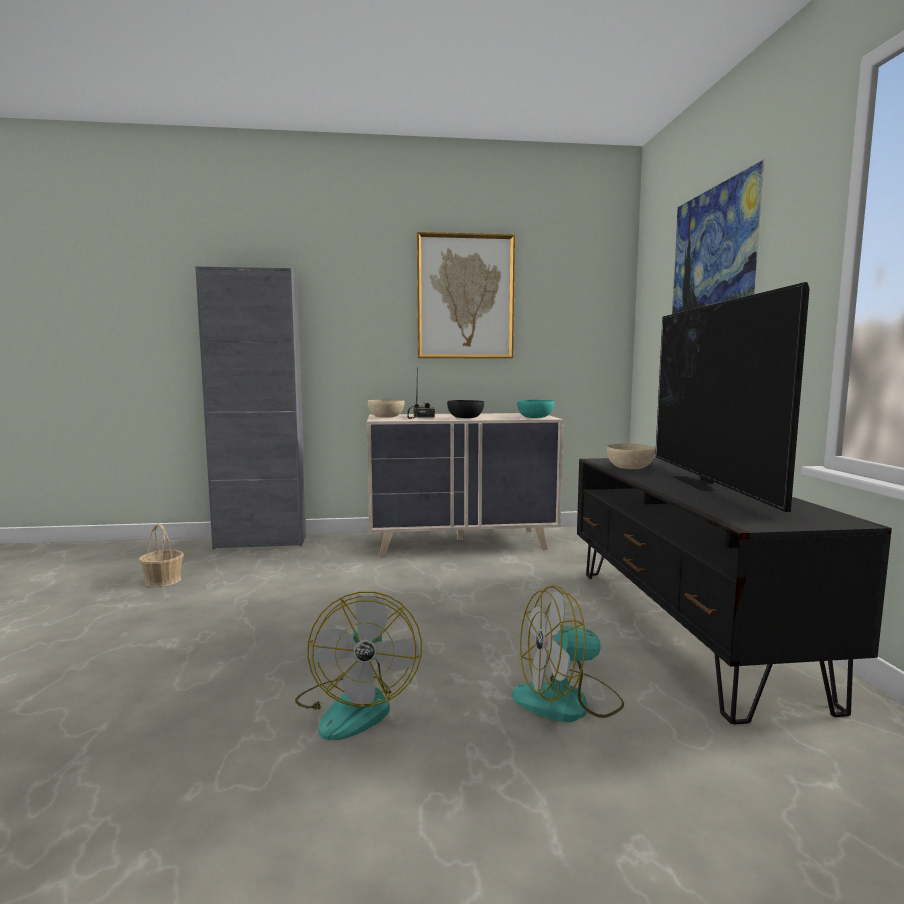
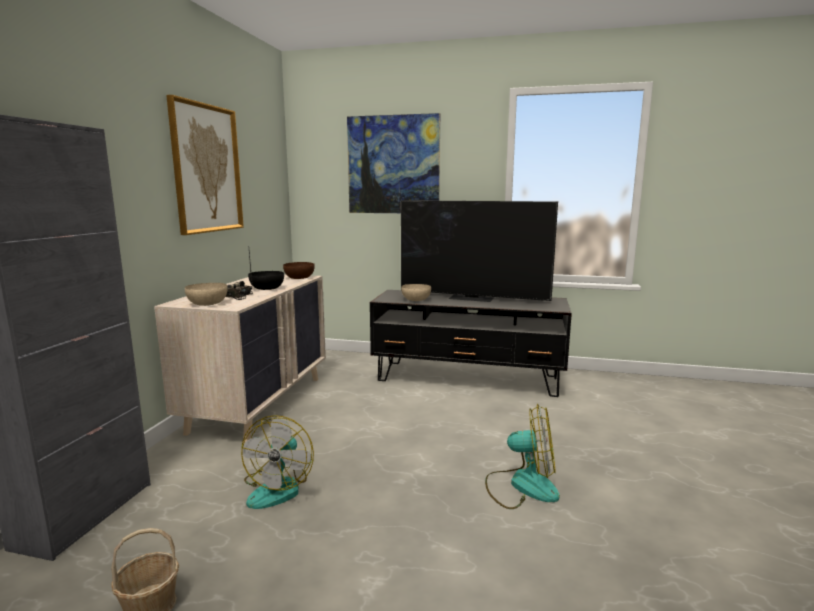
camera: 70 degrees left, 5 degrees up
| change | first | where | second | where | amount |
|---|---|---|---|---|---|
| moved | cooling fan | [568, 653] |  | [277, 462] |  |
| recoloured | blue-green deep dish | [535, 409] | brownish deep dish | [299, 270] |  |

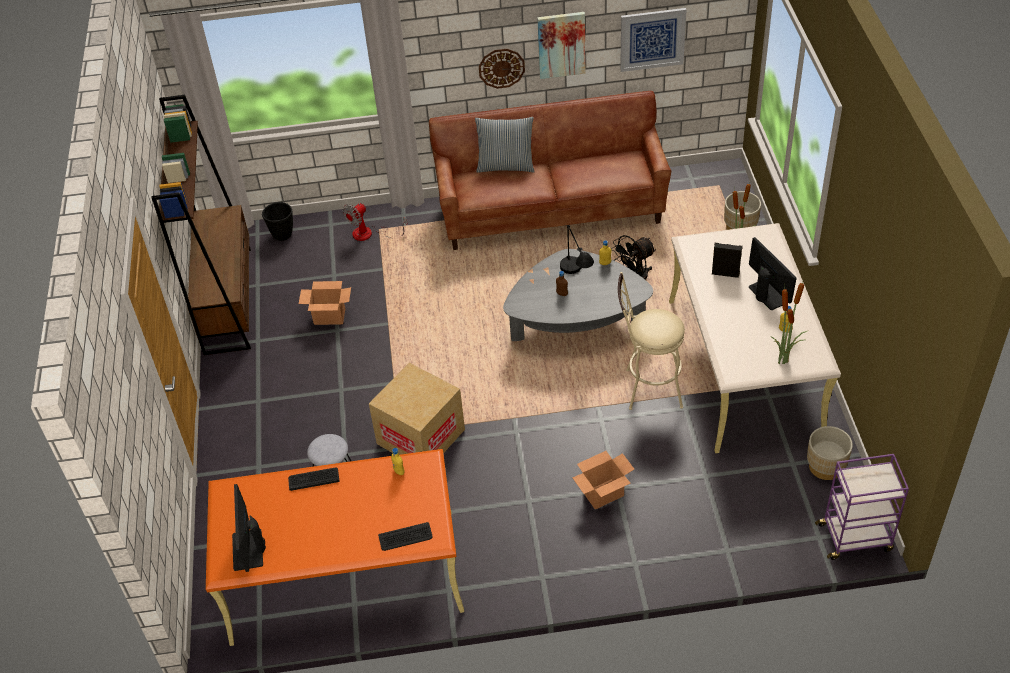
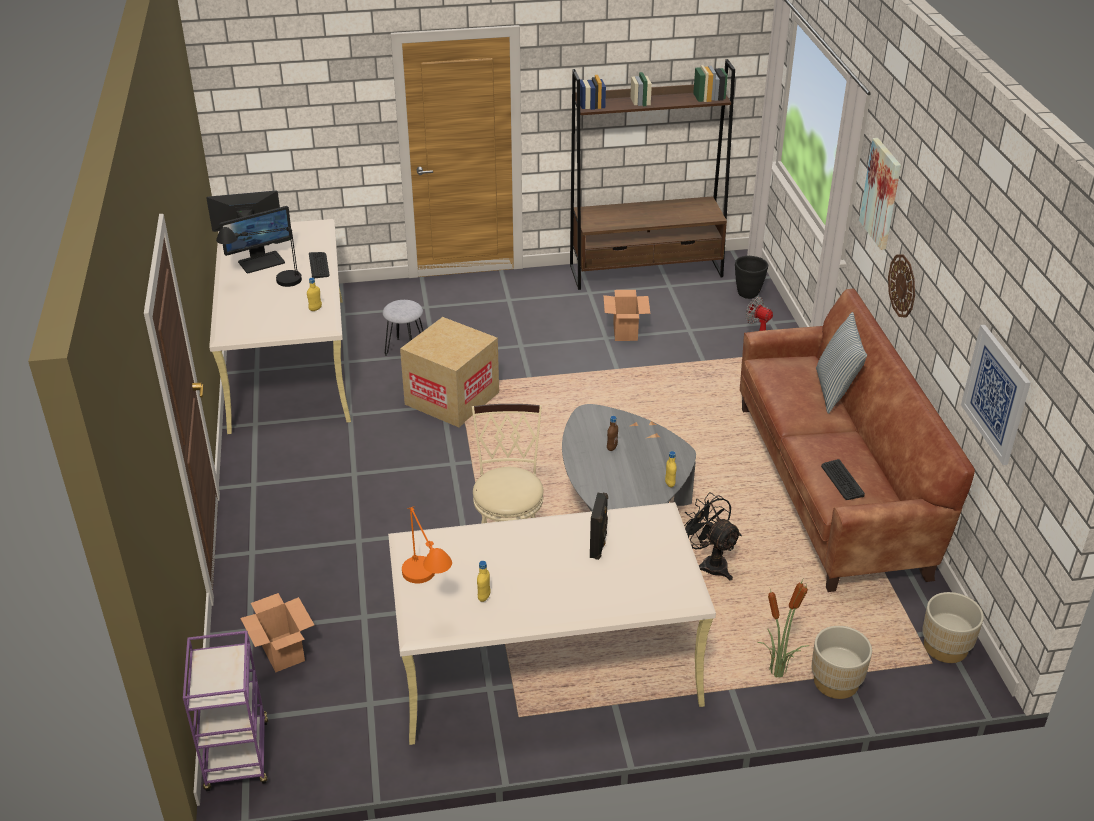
camera: 85 degrees right, 10 degrees down
| change | first | where | second | where | amount |
|---|---|---|---|---|---|
| recoloured | orange-coloured desk unit | [335, 547] | beige-coloured desk unit | [280, 326] |  |
| moved | keyboard | [405, 536] |  | [843, 479] |  |
| moved | wall picture | [561, 45] |  | [880, 194] |  |
| moved | black tabletop lamp | [577, 249] |  | [259, 257] |  |
| moved | packing box | [603, 480] |  | [277, 632] |  |
| moved | monitor | [773, 273] |  | [255, 239] |  |
| replaced | potted plant | [788, 321] | orange-coloured tabletop lamp | [427, 545] |  |
| moved | beige-coloured planter | [830, 453] |  | [953, 627] |  |

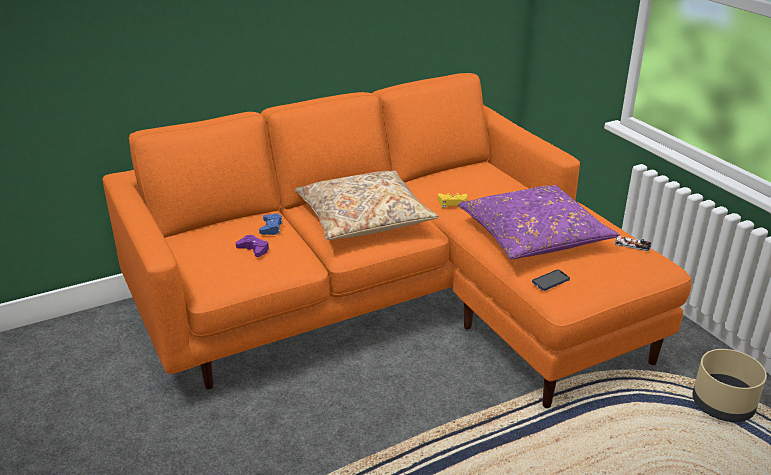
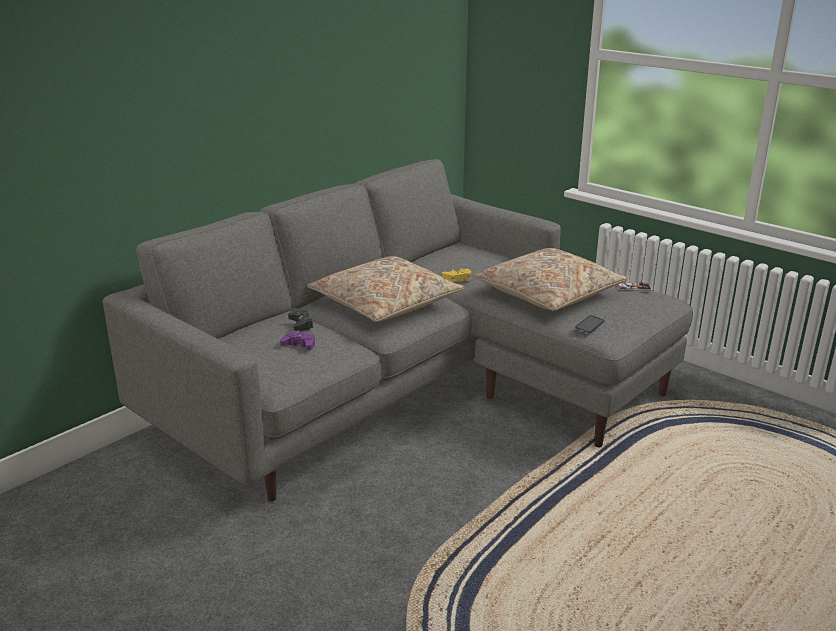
camera: 20 degrees left, 5 degrees down
| change | first | where | second | where | amount |
|---|---|---|---|---|---|
| recoloured | orange-coloured sofa | [397, 240] | greyish sofa | [398, 330] |  |
| recoloured | blue gamepad | [271, 224] | black gamepad | [301, 320] |  |
| recoloured | purple-coloured throw pillow | [539, 222] | beige-coloured throw pillow | [550, 279] |  |
| removed | beige-coloured planter | [729, 385] |  |  |  |

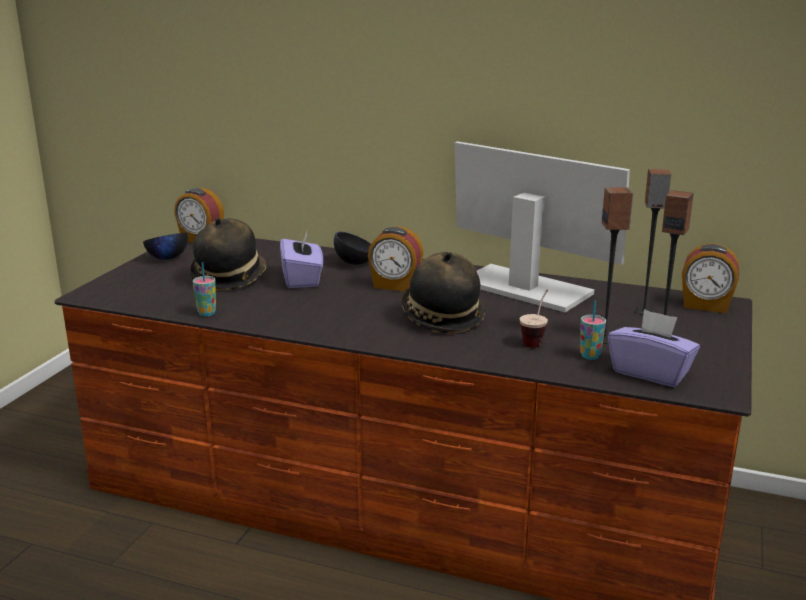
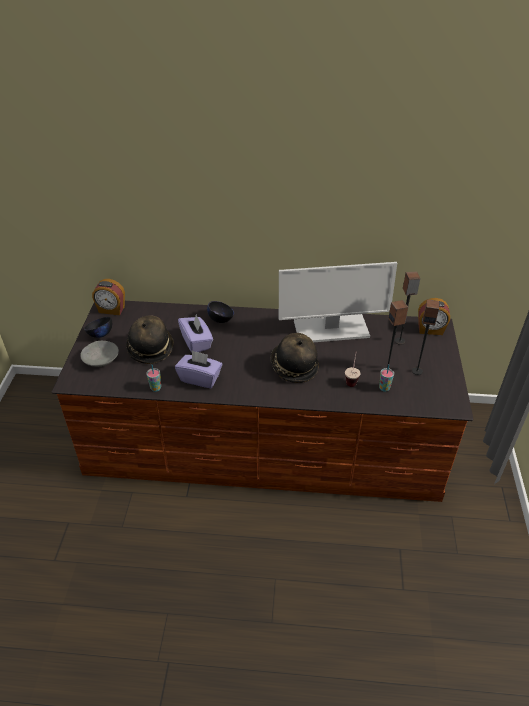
camera: 15 degrees left, 20 degrees up
| change | first | where | second | where | amount |
|---|---|---|---|---|---|
| removed | table clock | [396, 259] |  |  |  |
| turned | monitor | [542, 226] |  | [338, 302] | 150 degrees clockwise |
| moved | purple-coloured tissue box | [654, 348] |  | [198, 369] |  |
| added |  |  | greyish deep dish | [99, 354] |  |

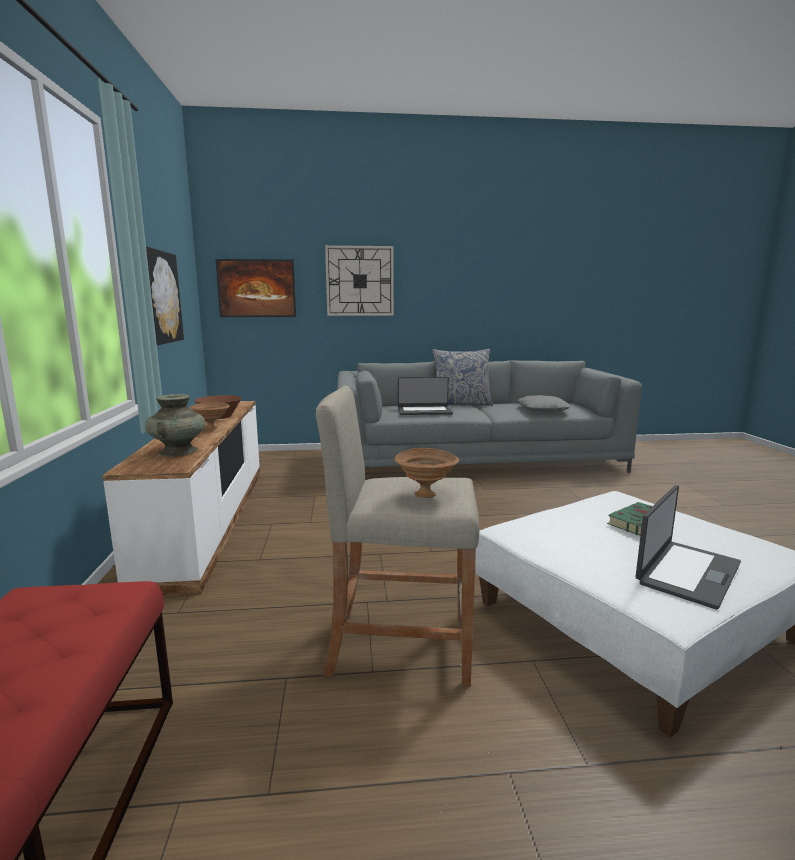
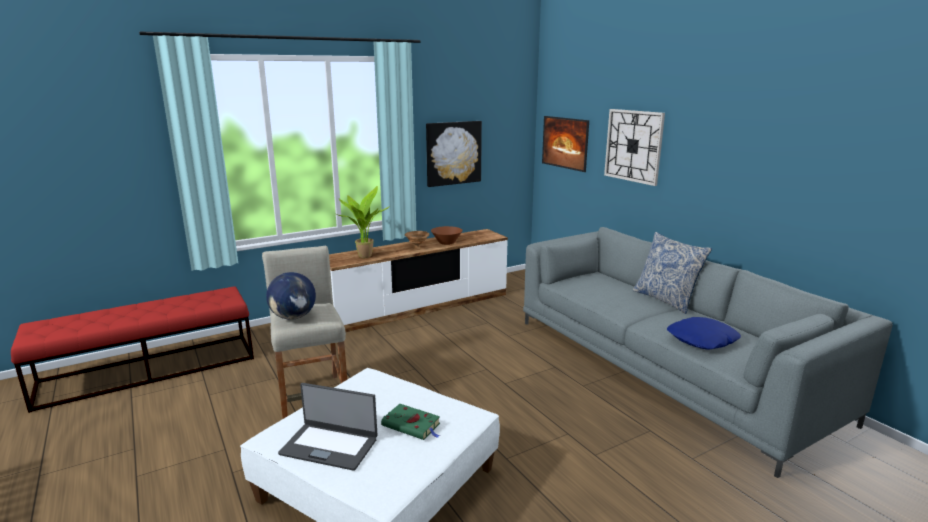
camera: 65 degrees right, 5 degrees up
| change | first | where | second | where | amount |
|---|---|---|---|---|---|
| replaced | blue-green vase | [175, 425] | potted plant | [363, 222] |  |
| replaced | brownish deep dish | [427, 473] | world globe | [291, 296] |  |
| removed | laptop | [425, 396] |  |  |  |
| recoloured | greyish throw pillow | [543, 403] | blue throw pillow | [704, 333] |  |

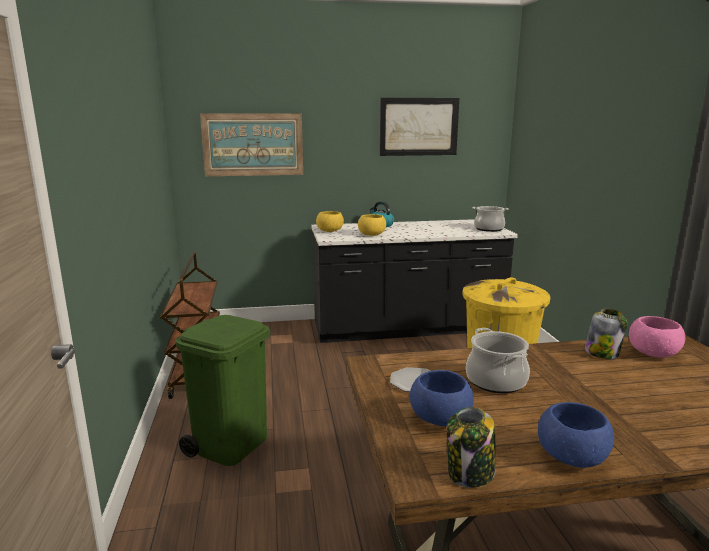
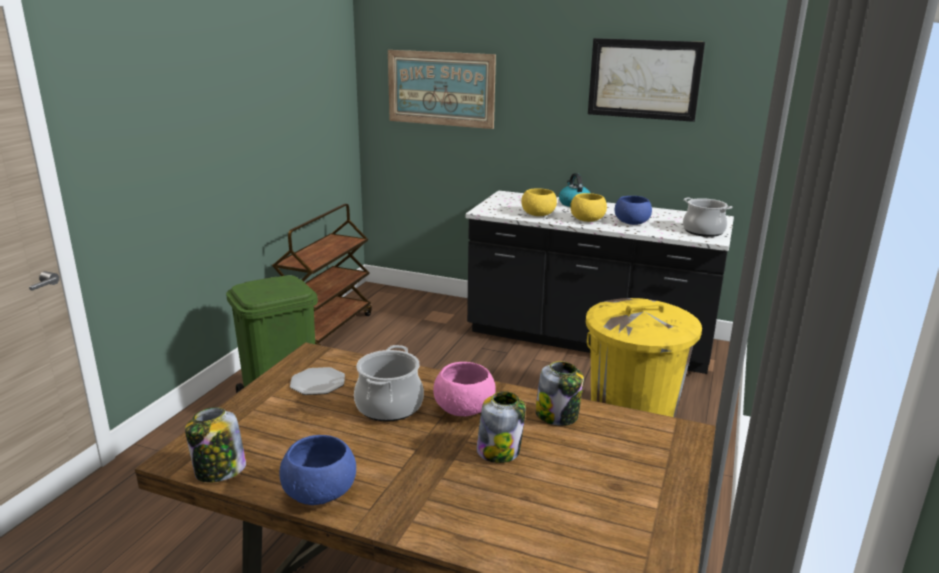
camera: 30 degrees right, 5 degrees up
| change | first | where | second | where | amount |
|---|---|---|---|---|---|
| moved | yellowish deep dish | [330, 221] |  | [588, 207] |  |
| moved | blue deep dish | [441, 398] |  | [633, 210] |  |
| moved | pinkish deep dish | [657, 337] |  | [464, 389] |  |
| added |  |  | preserve jar | [501, 427] |  |

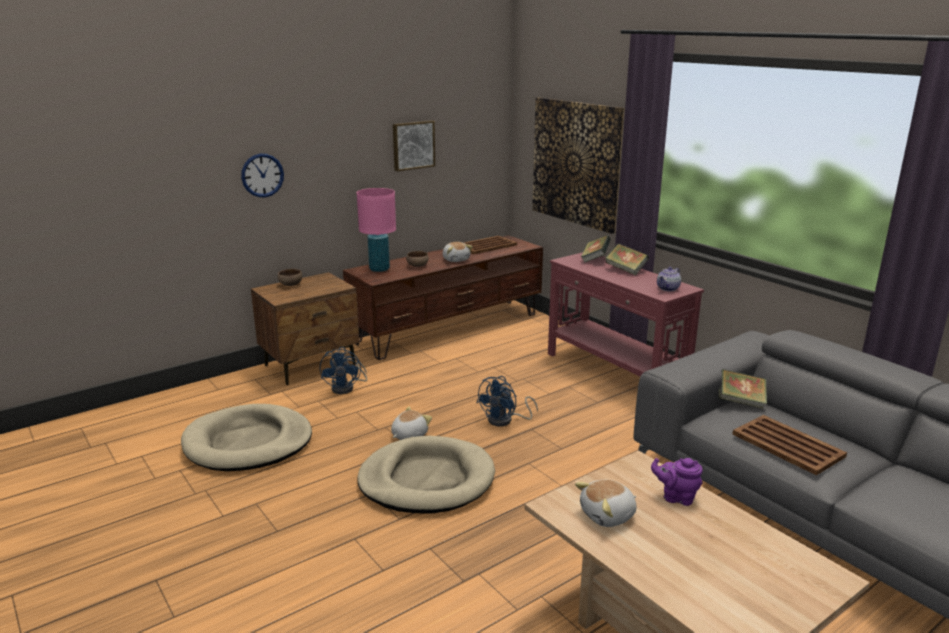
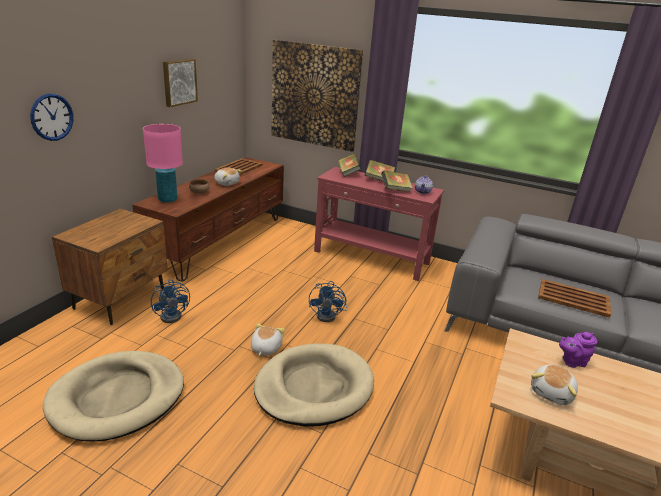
camera: 30 degrees left, 5 degrees up
| change | first | where | second | where | amount |
|---|---|---|---|---|---|
| removed | brownish deep dish | [290, 277] |  |  |  |
| moved | bound book | [743, 389] |  | [397, 181] |  |

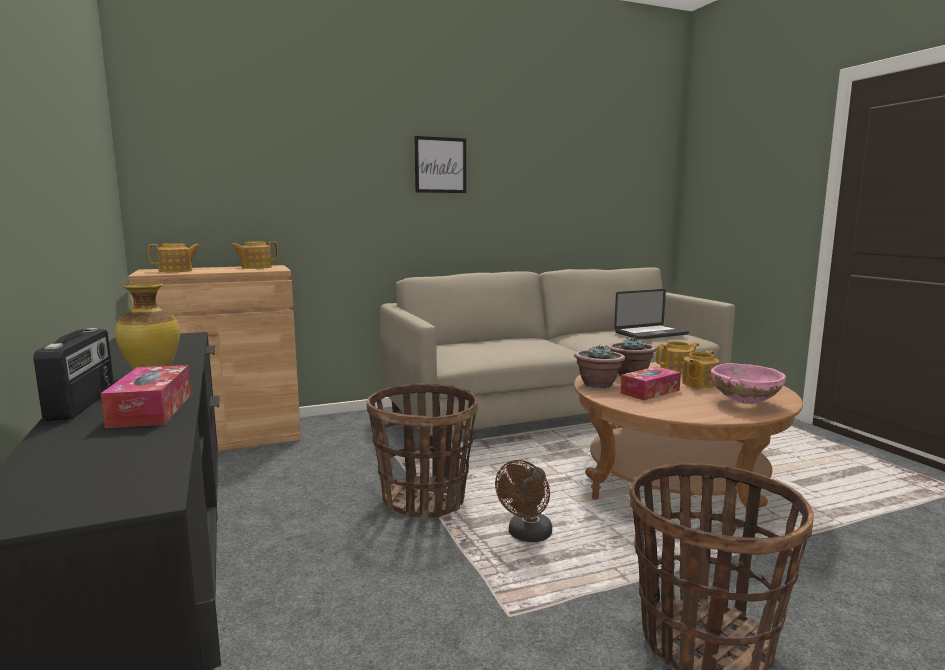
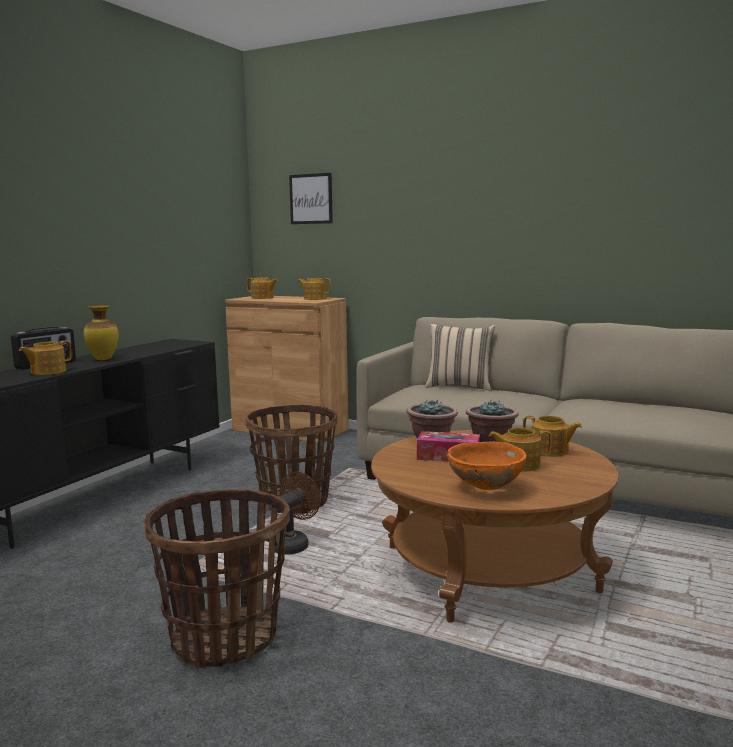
camera: 50 degrees right, 0 degrees up
| change | first | where | second | where | amount |
|---|---|---|---|---|---|
| replaced | tissue box | [146, 396] | pot for tea | [45, 357] |  |
| moved | wall picture | [440, 164] |  | [311, 198] |  |
| turned | brownish cooling fan | [523, 501] |  | [297, 513] | 135 degrees clockwise |
| removed | laptop | [651, 314] |  |  |  |
| recoloured | pinkish deep dish | [748, 383] | orange-coloured deep dish | [487, 466] |  |
| added |  |  | beige-coloured throw pillow | [460, 357] |  |

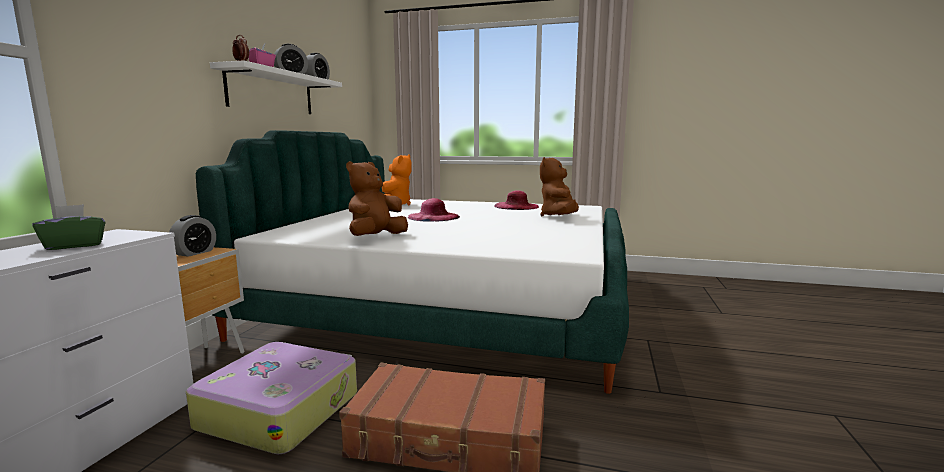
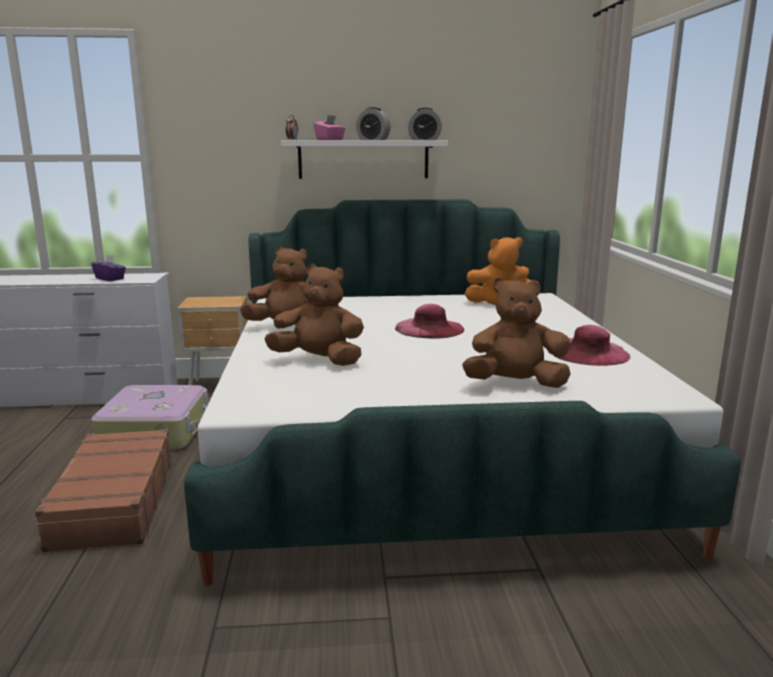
camera: 70 degrees right, 5 degrees up
| change | first | where | second | where | amount |
|---|---|---|---|---|---|
| recoloured | greenish tissue box | [69, 227] | purple-coloured tissue box | [108, 267] |  |
| removed | table clock | [192, 236] |  |  |  |
| added |  |  | brownish plush toy | [314, 315] |  |

